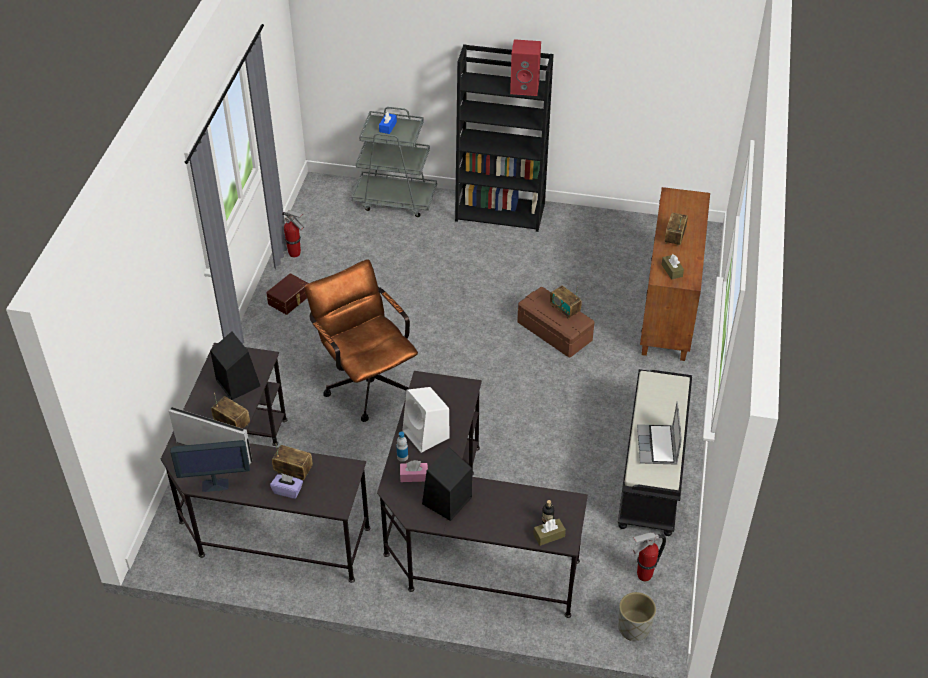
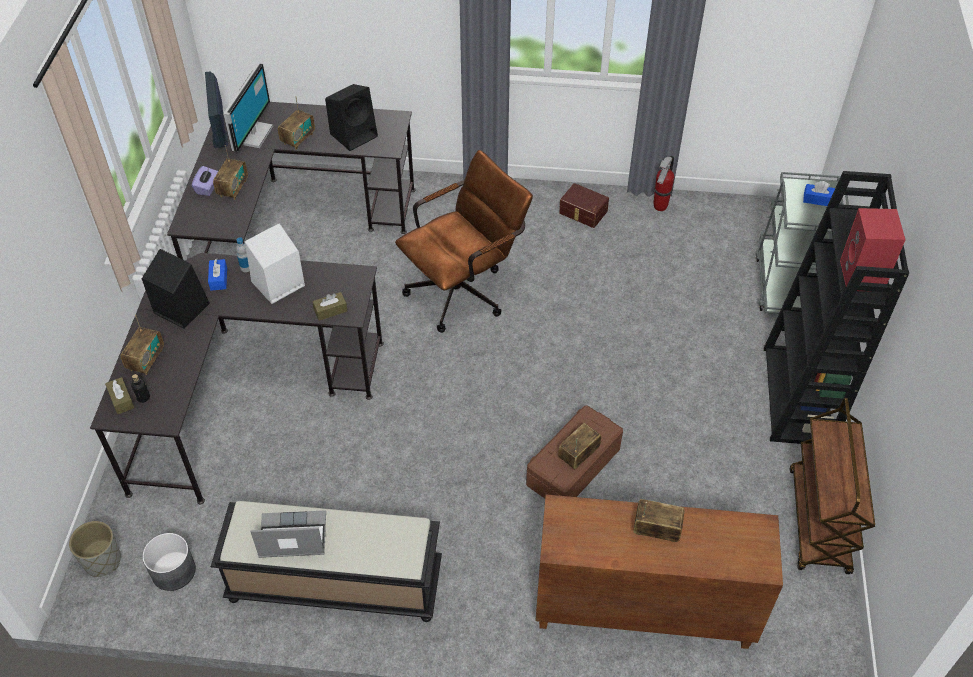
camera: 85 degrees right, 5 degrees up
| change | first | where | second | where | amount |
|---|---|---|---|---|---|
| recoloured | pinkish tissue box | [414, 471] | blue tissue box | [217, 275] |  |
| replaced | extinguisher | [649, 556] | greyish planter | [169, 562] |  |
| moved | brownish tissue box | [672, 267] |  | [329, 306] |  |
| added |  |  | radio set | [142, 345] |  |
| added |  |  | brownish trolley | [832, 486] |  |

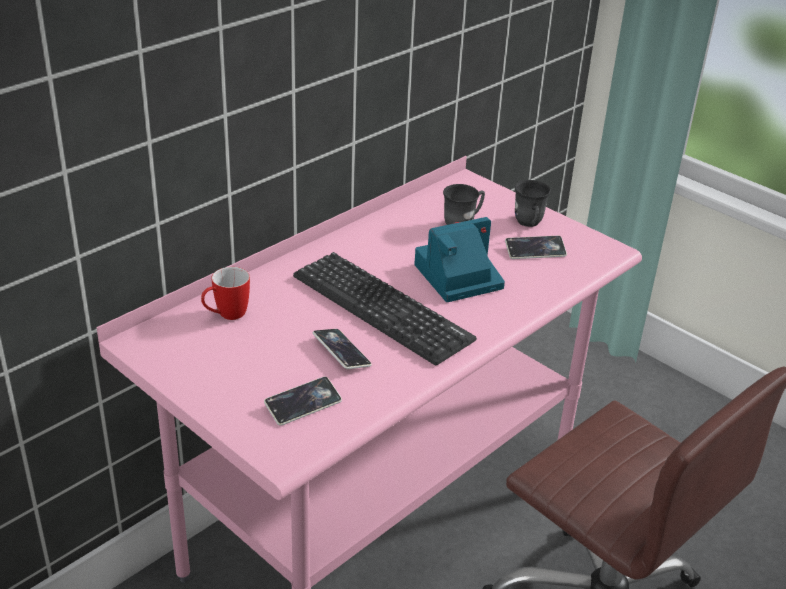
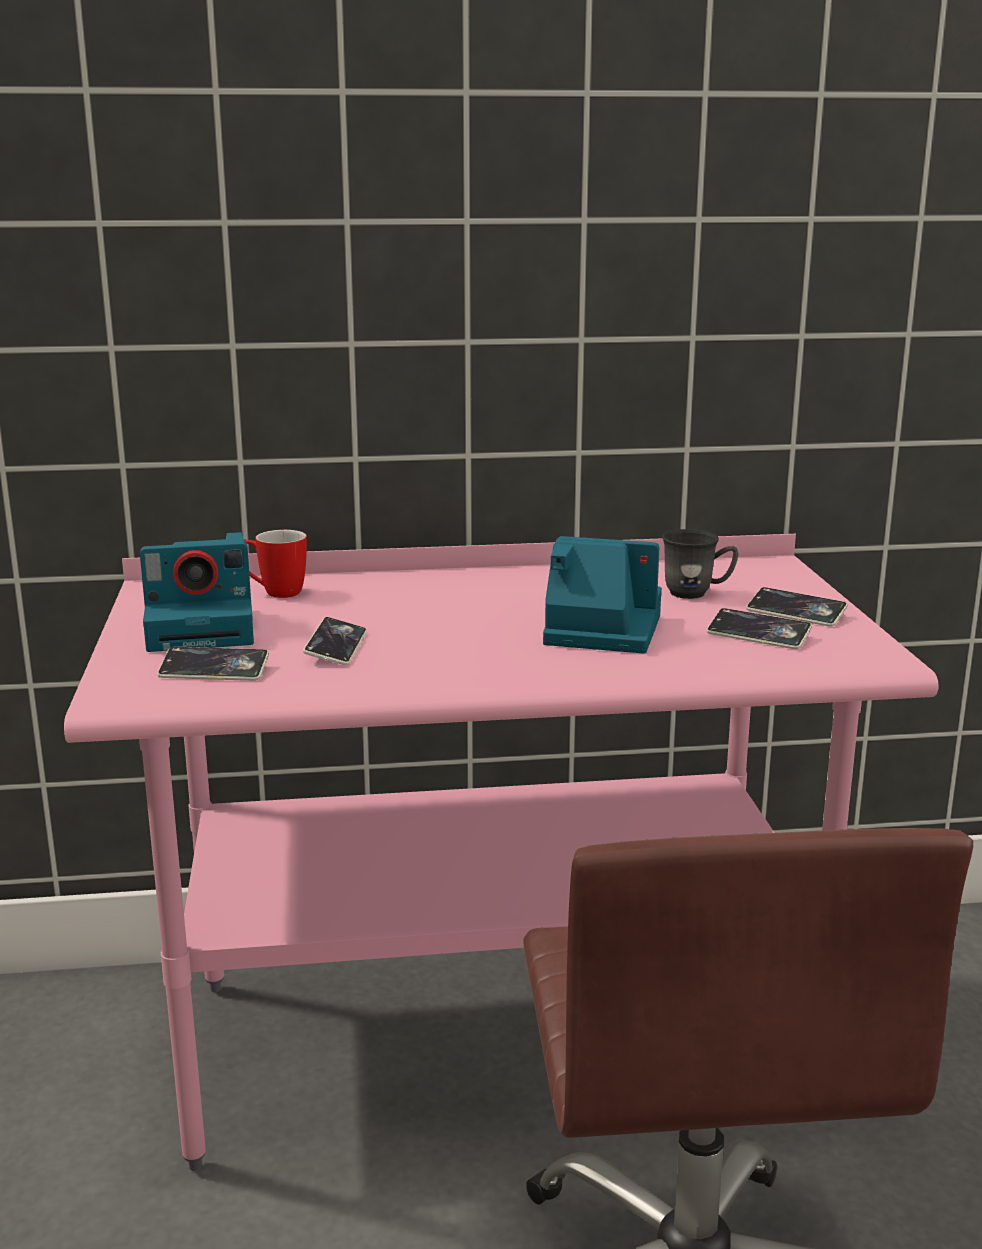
camera: 40 degrees right, 15 degrees down
| change | first | where | second | where | amount |
|---|---|---|---|---|---|
| removed | keyboard | [385, 308] |  |  |  |
| replaced | greyish coffee mug | [533, 203] | handset | [797, 607] |  |
| added |  |  | photo camera | [197, 592] |  |

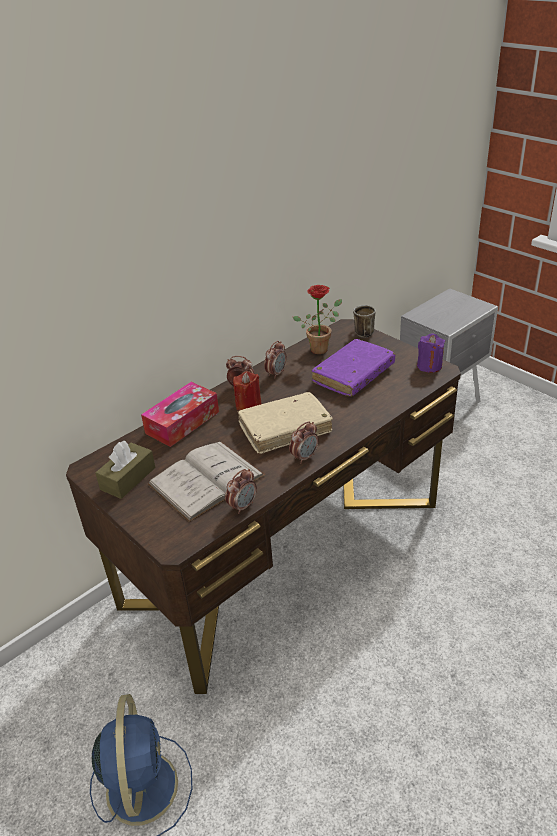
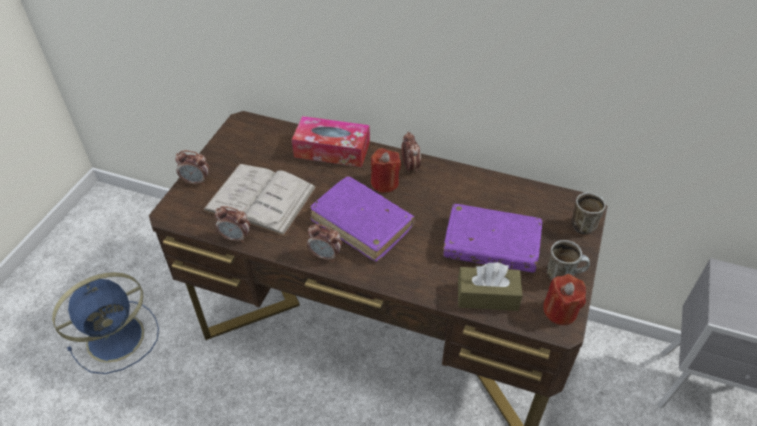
camera: 60 degrees right, 10 degrees up
| change | first | where | second | where | amount |
|---|---|---|---|---|---|
| moved | brownish tissue box | [125, 470] |  | [490, 286] |  |
| recoloured | beige-coloured bound book | [285, 423] | purple-coloured bound book | [362, 219] |  |
| moved | table clock | [275, 360] |  | [192, 167] |  |
| removed | potted plant | [317, 319] |  |  |  |
| recoloured | purple-coloured wax light | [431, 353] | reddish wax light | [564, 299] |  |
| added |  |  | coffee mug | [568, 260] |  |

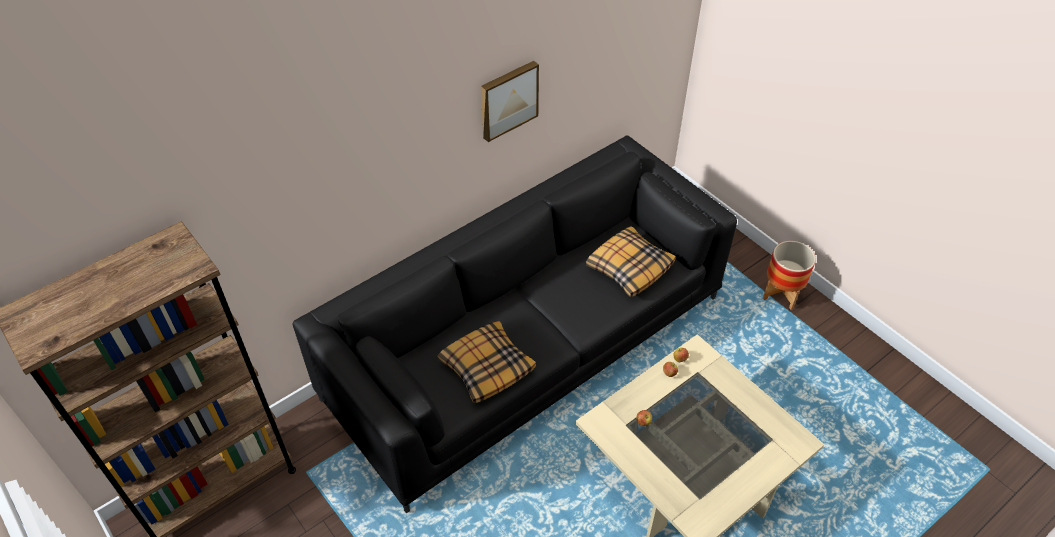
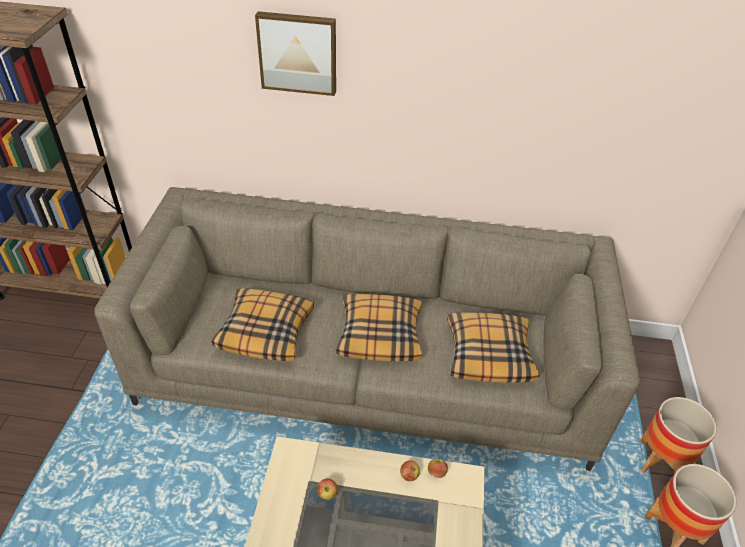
camera: 45 degrees right, 5 degrees down
| change | first | where | second | where | amount |
|---|---|---|---|---|---|
| recoloured | black sofa | [514, 324] | beige-coloured sofa | [367, 329] |  |
| moved | wall picture | [510, 101] |  | [295, 53] |  |
| added |  |  | throw pillow | [379, 327] |  |
| added |  |  | planter | [678, 435] |  |

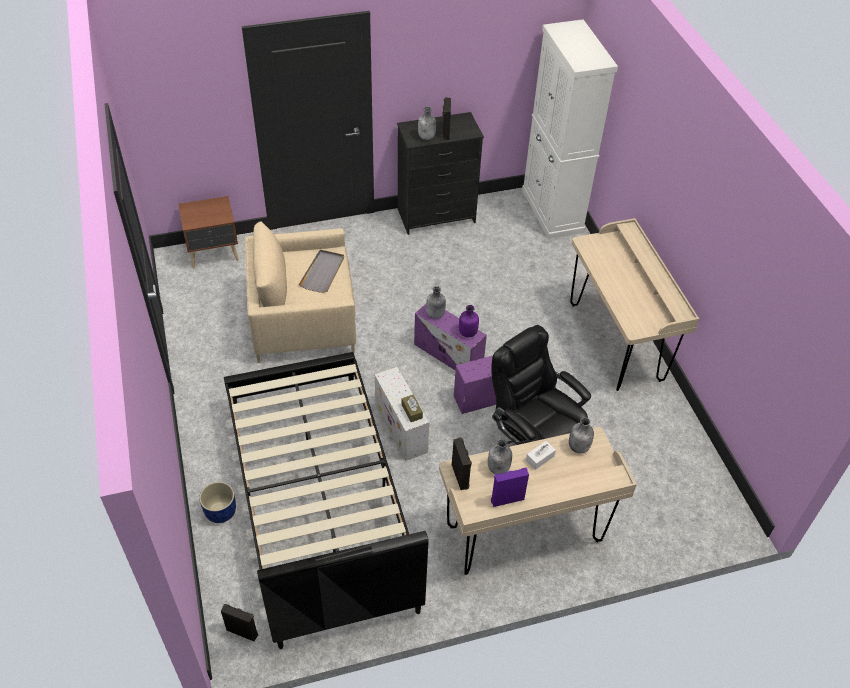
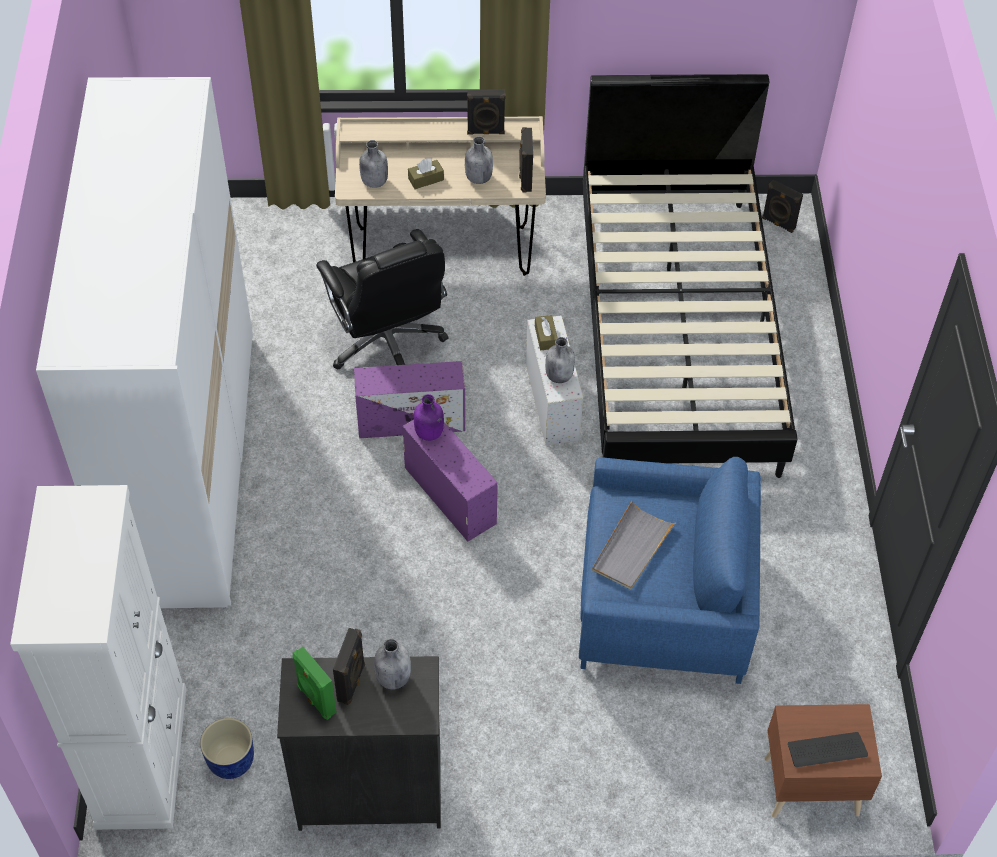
camera: 165 degrees left, 5 degrees up
| change | first | where | second | where | amount |
|---|---|---|---|---|---|
| moved | blue planter | [217, 502] |  | [227, 748] |  |
| recoloured | beige-coloured easy chair | [300, 292] | blue easy chair | [670, 570] |  |
| moved | greyish beverage bottle | [436, 302] |  | [560, 360] |  |
| recoloured | purple-coloured loudspeaker | [510, 487] | black loudspeaker | [486, 112] |  |
| recoloured | white-coloured tissue box | [541, 455] | brownish tissue box | [426, 173] |  |
| replaced | beige-coloured desk unit | [634, 304] | white-coloured wardrobe | [144, 342] |  |
| added |  |  | greenish loudspeaker | [314, 683] |  |
| added |  |  | keyboard | [828, 749] |  |

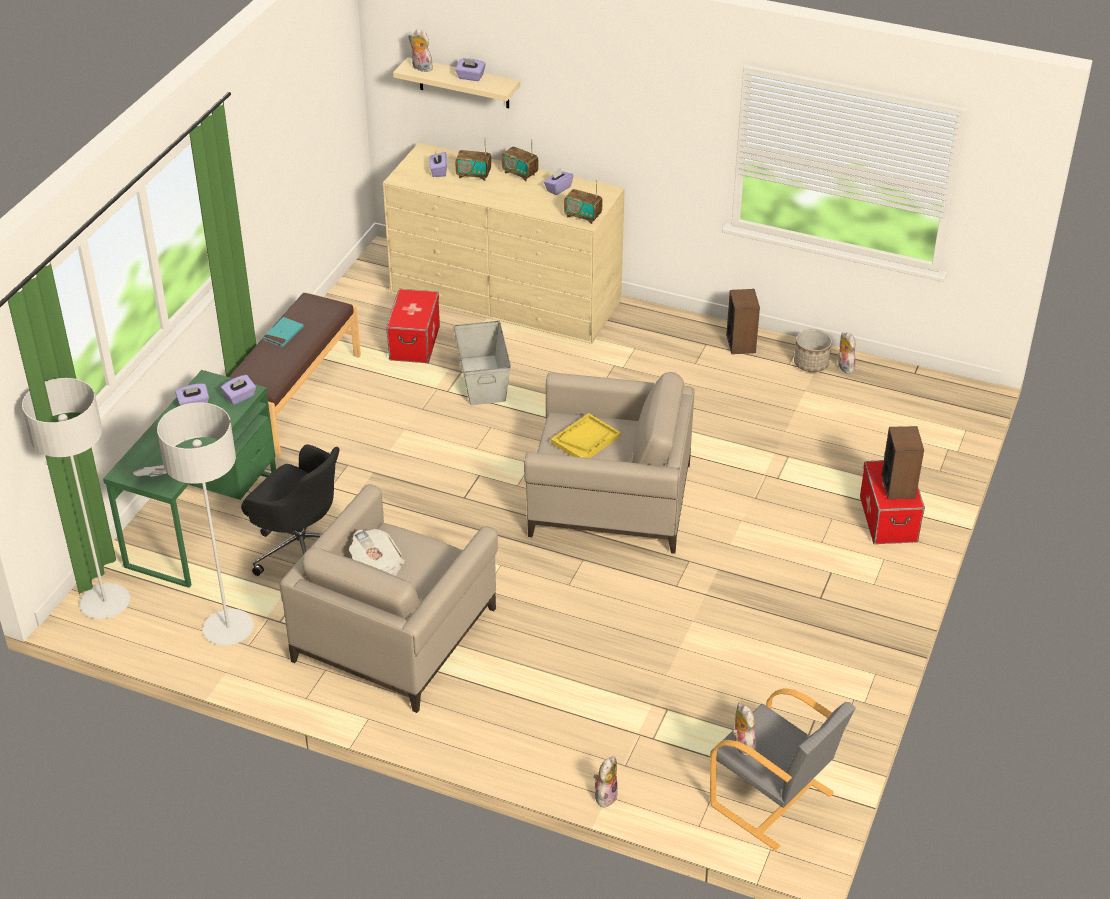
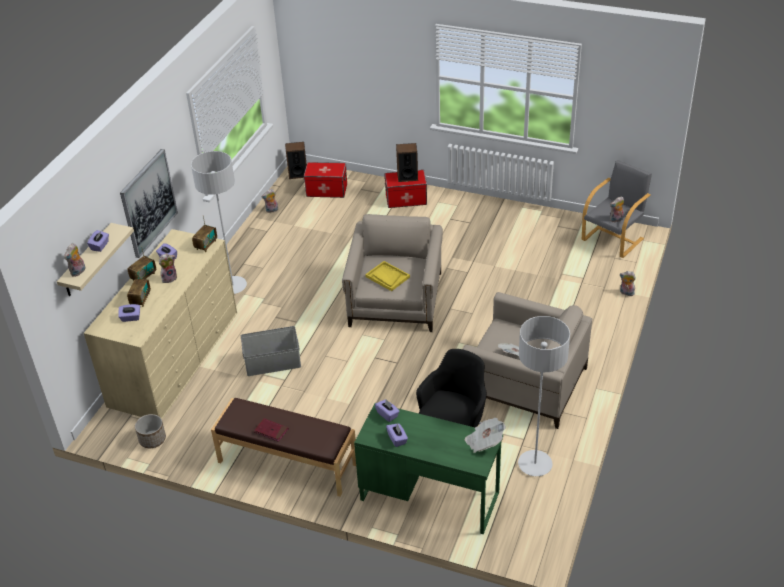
camera: 90 degrees left, 0 degrees up
| change | first | where | second | where | amount |
|---|---|---|---|---|---|
| moved | greyish floor lamp | [76, 498] |  | [219, 222] |  |
| recoloured | blue-green bound book | [283, 332] | reddish bound book | [271, 430] |  |
| moved | storage bin | [413, 326] |  | [325, 180] |  |
| moved | loudspeaker | [743, 321] |  | [296, 160] |  |
| moved | planter | [813, 350] |  | [150, 431] |  |
| added |  |  | wall picture | [149, 203] |  |
| added |  |  | plush toy | [168, 268] |  |

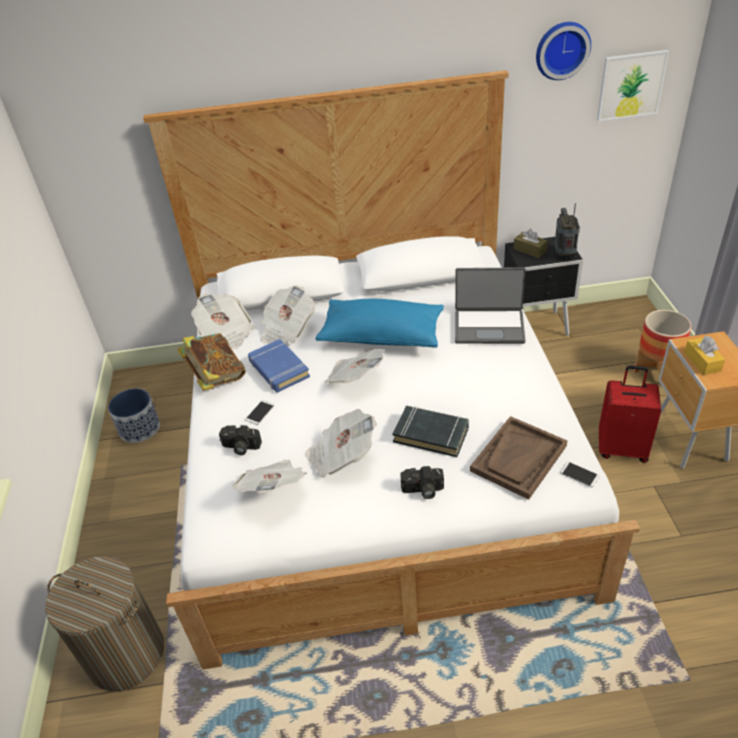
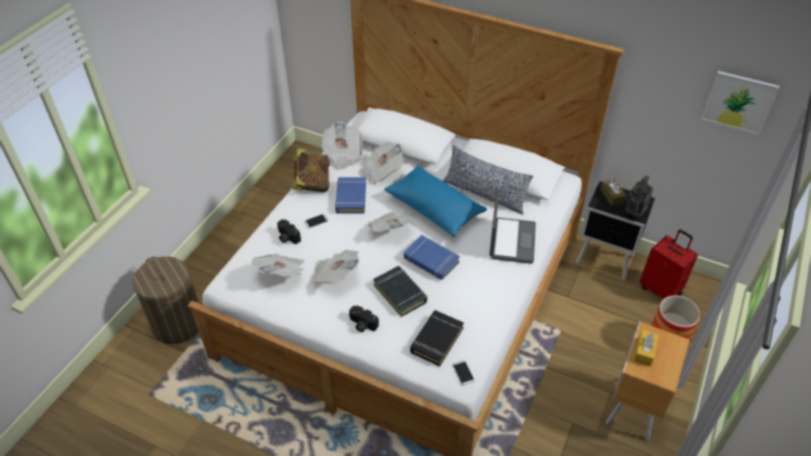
camera: 30 degrees right, 5 degrees up
| change | first | where | second | where | amount |
|---|---|---|---|---|---|
| removed | planter | [134, 415] |  |  |  |
| turned | laptop | [490, 305] |  | [512, 226] | 120 degrees counterclockwise |
| replaced | brownish serving tray | [518, 458] | black bound book | [437, 338] |  |
| removed | hanging clock | [563, 51] |  |  |  |
| moved | reddish travel case | [630, 414] |  | [669, 264] |  |
| added |  |  | blue bound book | [432, 257] |  |
| added |  |  | throw pillow | [488, 180] |  |

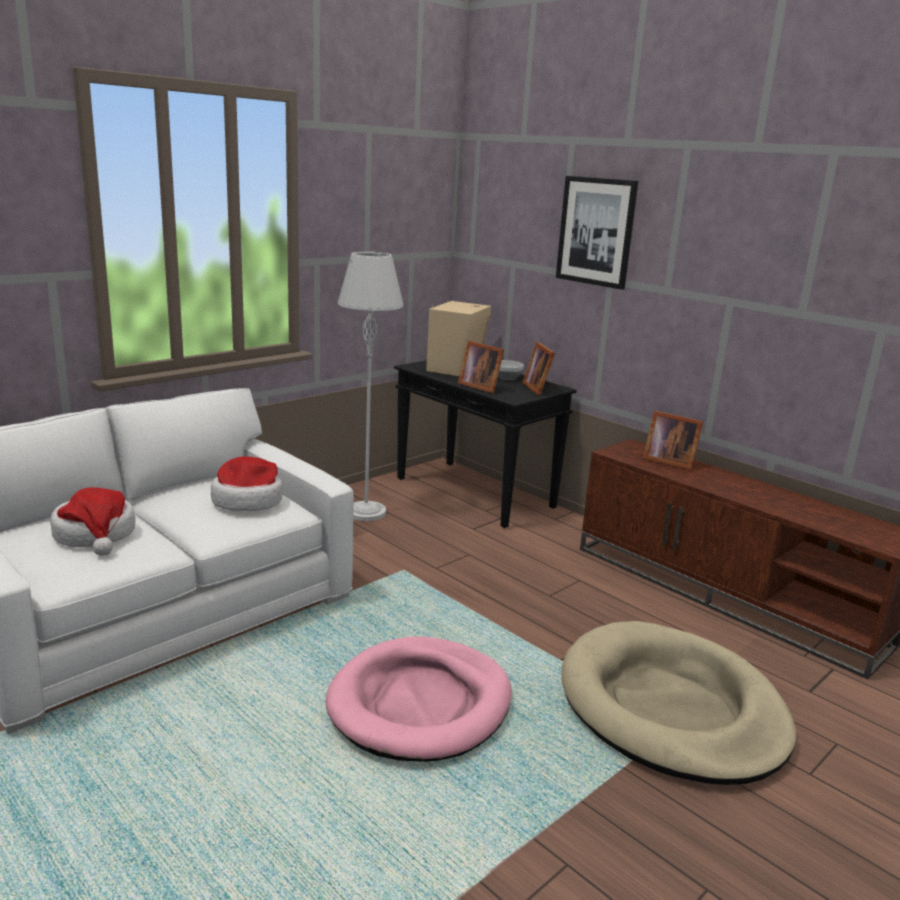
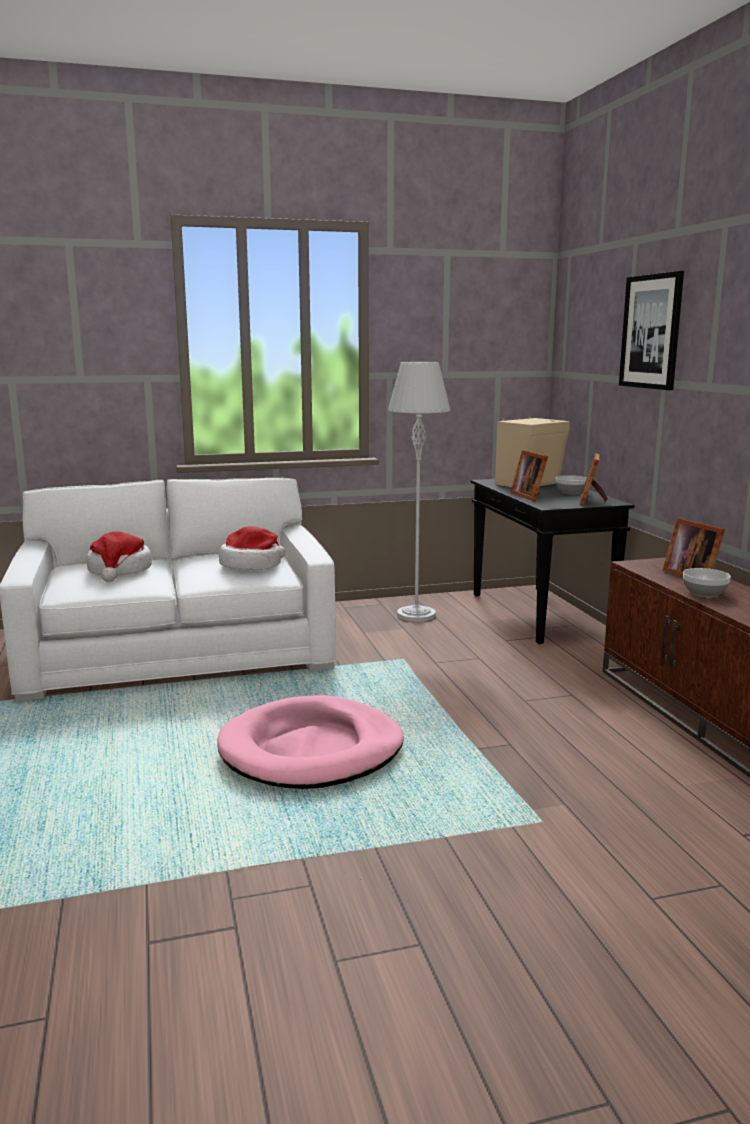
camera: 30 degrees right, 5 degrees down
| change | first | where | second | where | amount |
|---|---|---|---|---|---|
| removed | beige-coloured pet bed | [678, 703] |  |  |  |
| added |  |  | deep dish | [707, 582] |  |

